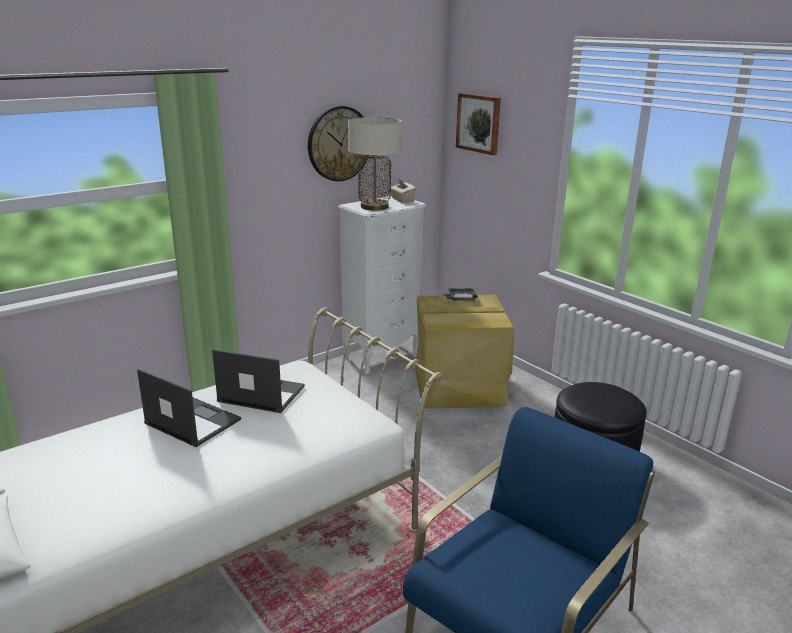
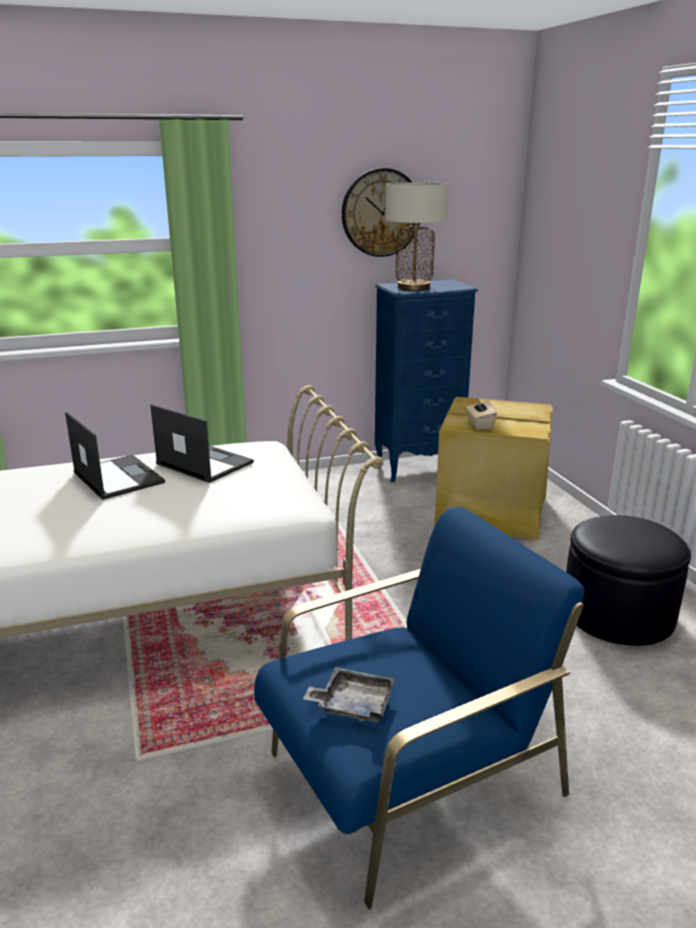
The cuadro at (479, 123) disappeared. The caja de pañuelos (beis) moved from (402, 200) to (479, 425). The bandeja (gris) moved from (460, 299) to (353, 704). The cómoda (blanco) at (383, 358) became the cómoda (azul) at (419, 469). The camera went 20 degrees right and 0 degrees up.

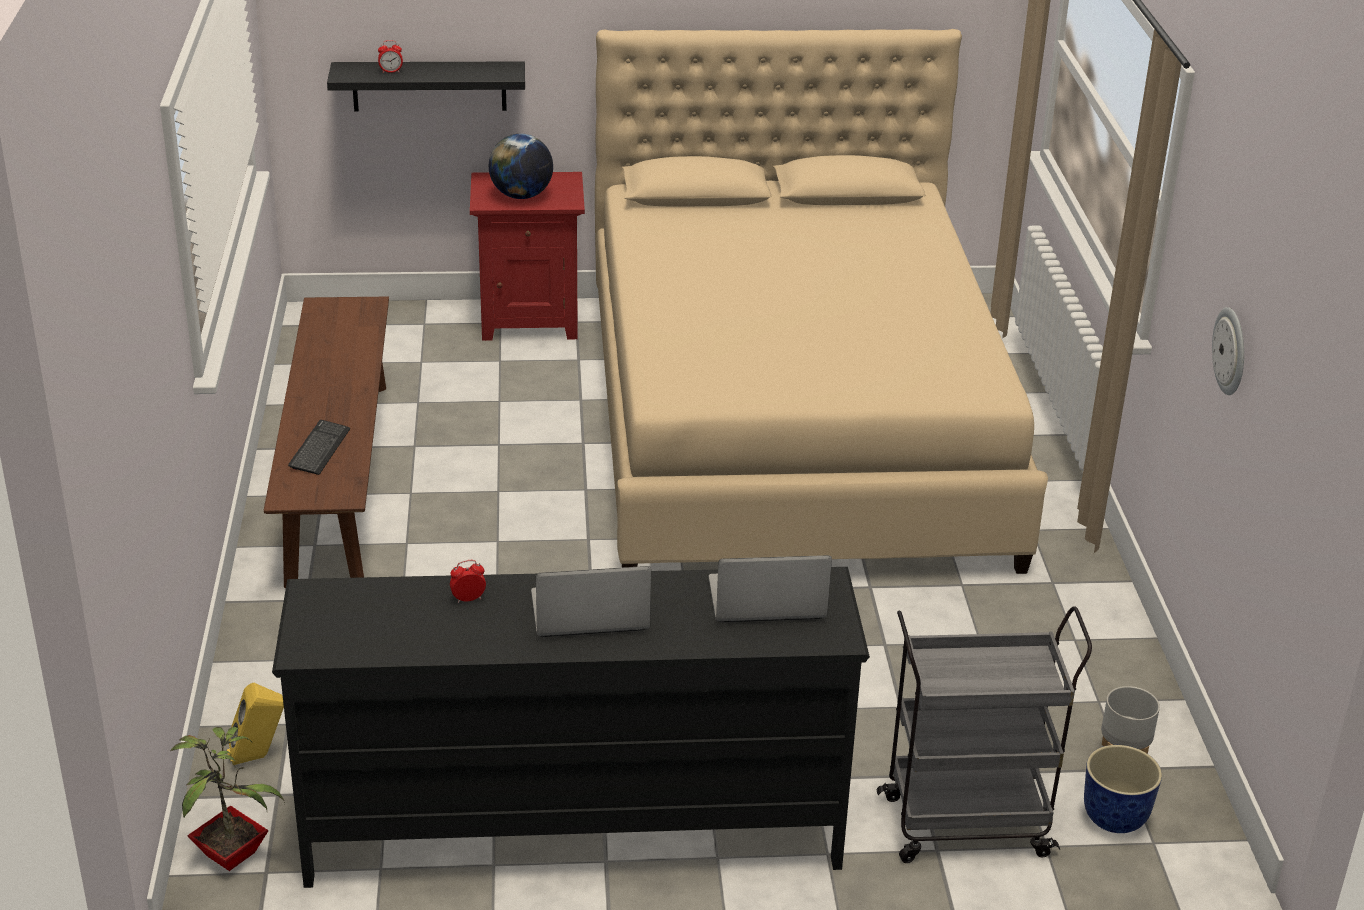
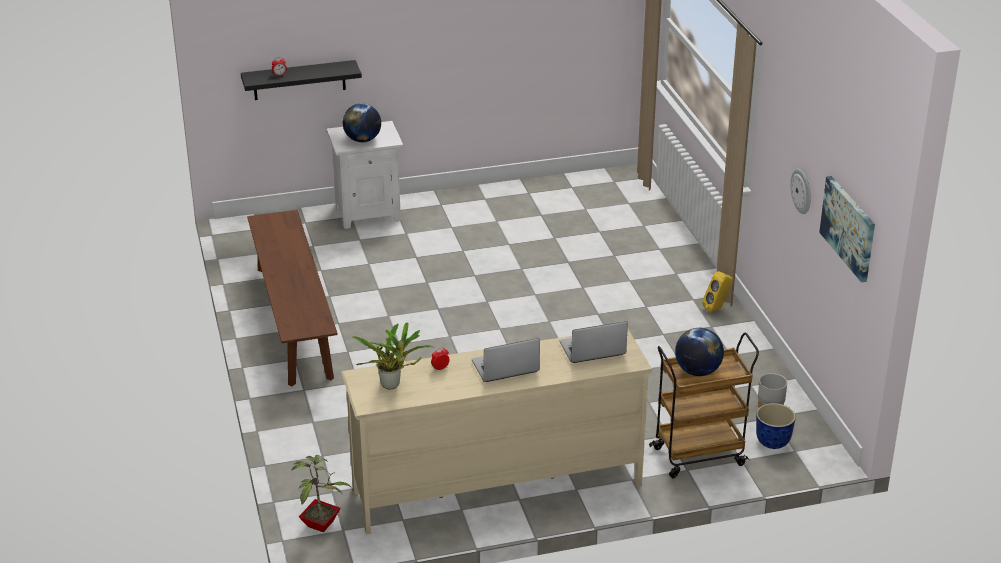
The teclado at (319, 449) disappeared. The cama (beis) at (792, 423) disappeared. The planta en maceta at (393, 385) appeared. The globo terráqueo at (697, 371) appeared. The cuadro at (848, 228) appeared. The altavoz (amarillo) moved from (259, 757) to (717, 308). The cómoda (negro) at (573, 830) became the cómoda (beis) at (497, 487). The mesita de noche (rojo) at (531, 322) became the mesita de noche (blanco) at (369, 214). The carrito (gris) at (964, 826) became the carrito (marrón) at (697, 456). The camera went 10 degrees left and 0 degrees up.

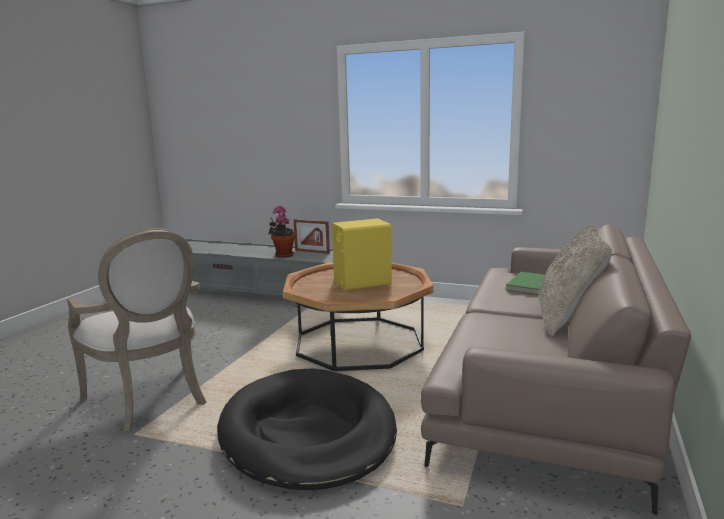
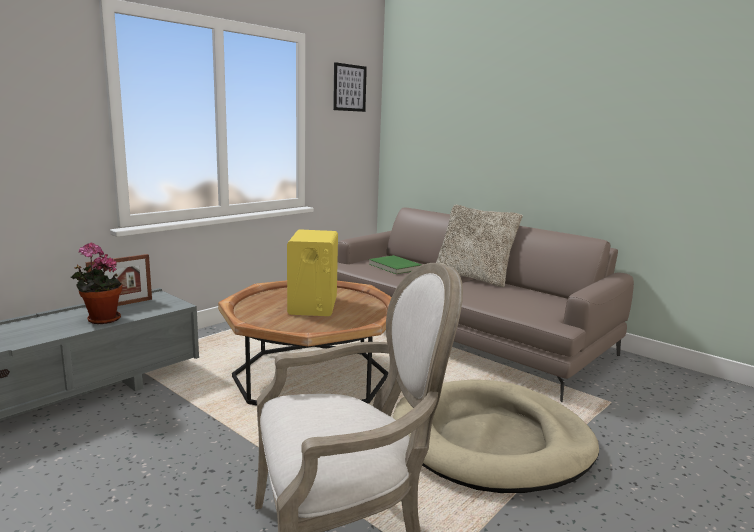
The cuadro at (349, 88) appeared. The cama para perro (negro) at (308, 433) became the cama para perro (beis) at (491, 441). The camera went 70 degrees left and 0 degrees up.

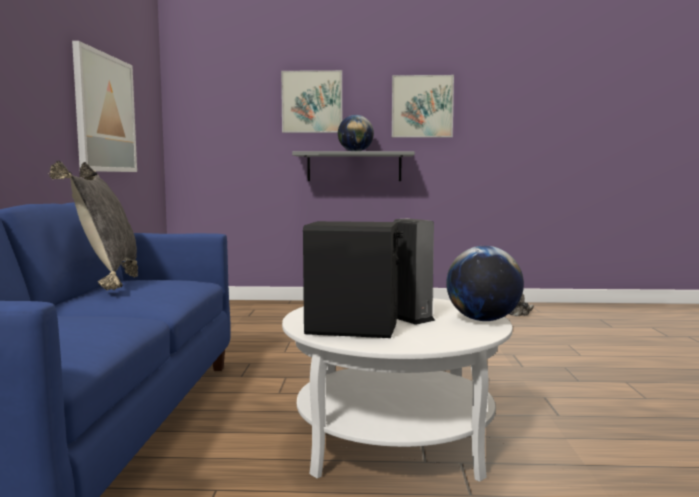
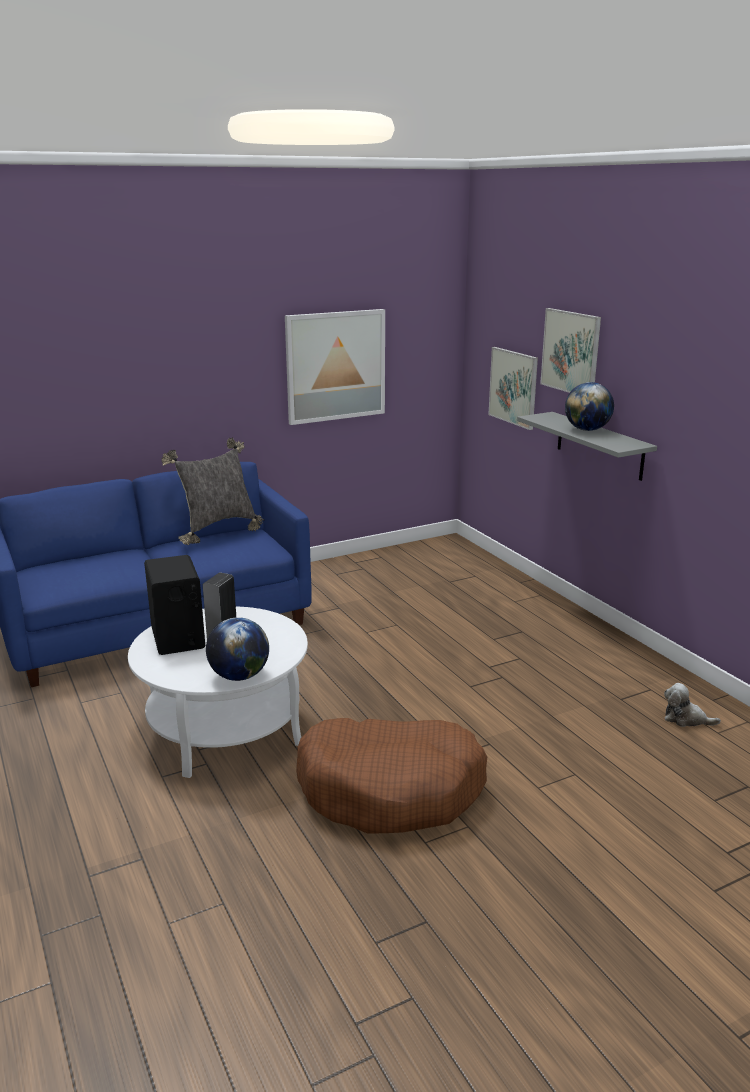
The cama para perro (marrón) at (391, 789) appeared. The cuadro moved from (422, 106) to (513, 387). The camera went 60 degrees right and 15 degrees up.

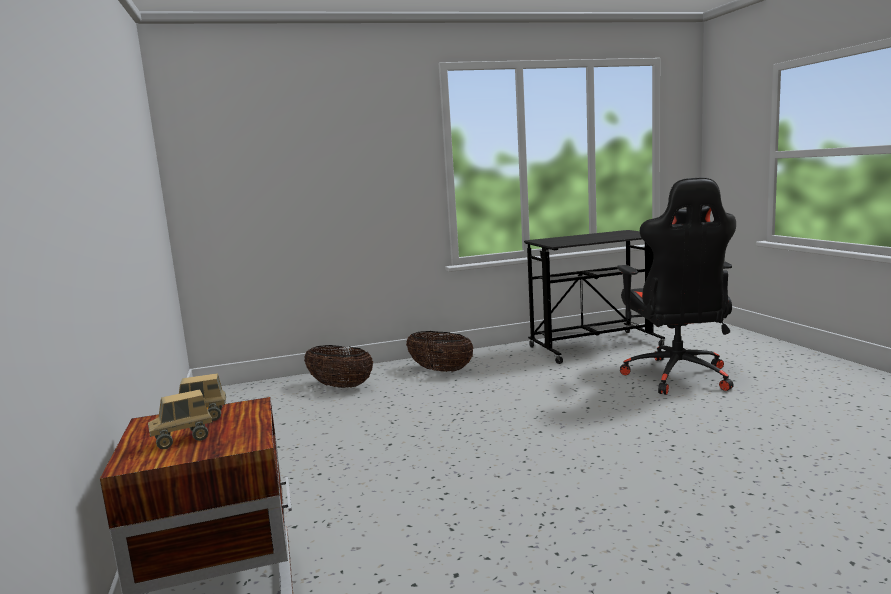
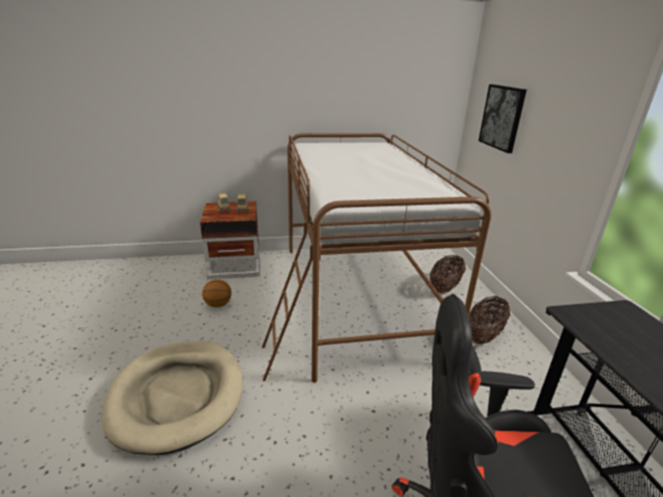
The cama para perro (beis) at (177, 396) appeared. The balón de baloncesto at (218, 304) appeared. The cama (marrón) at (354, 299) appeared. The cuadro at (502, 117) appeared. The camera went 95 degrees right and 15 degrees up.

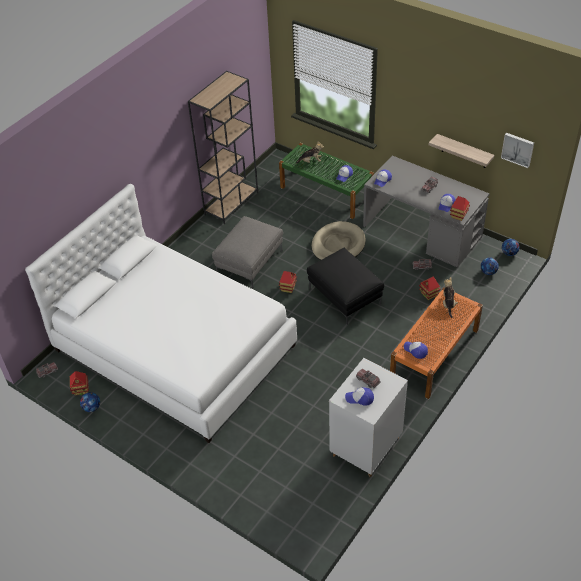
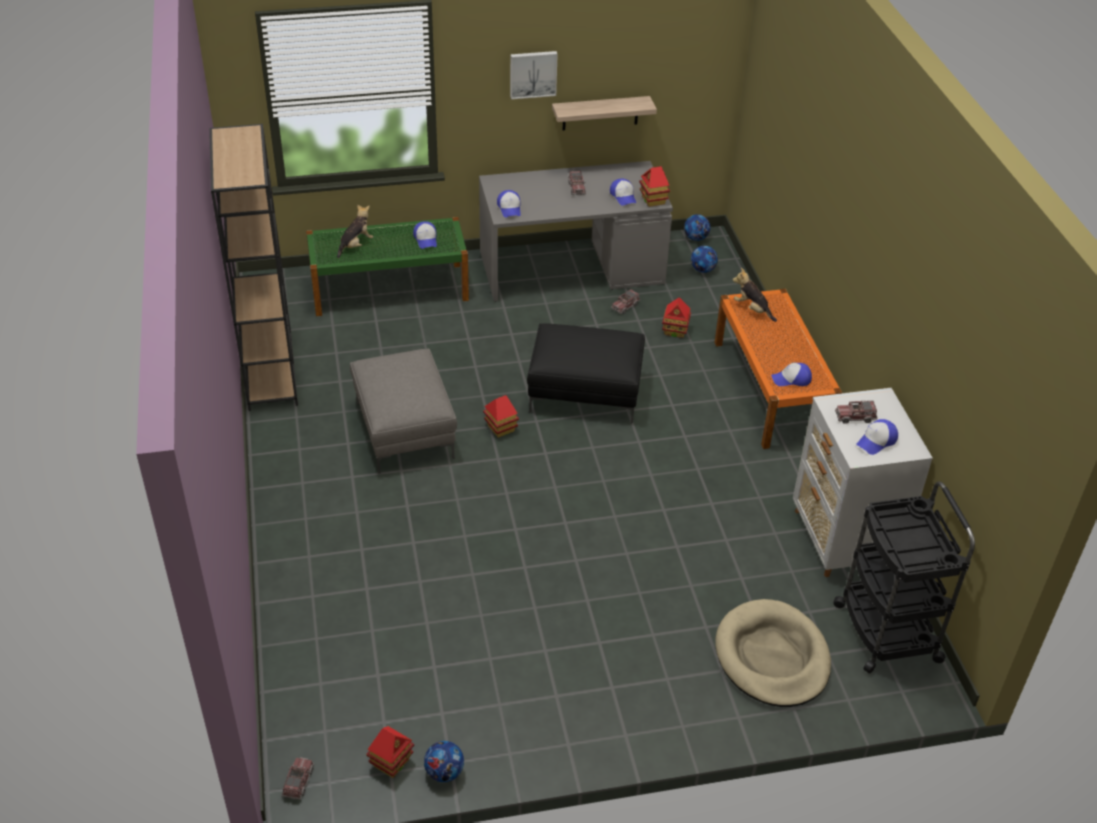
The cama (blanco) at (175, 347) disappeared. The carrito (negro) at (886, 632) appeared. The cama para perro (beis) moved from (338, 245) to (772, 657). The cuadro moved from (518, 149) to (533, 74). The camera went 50 degrees left and 5 degrees down.

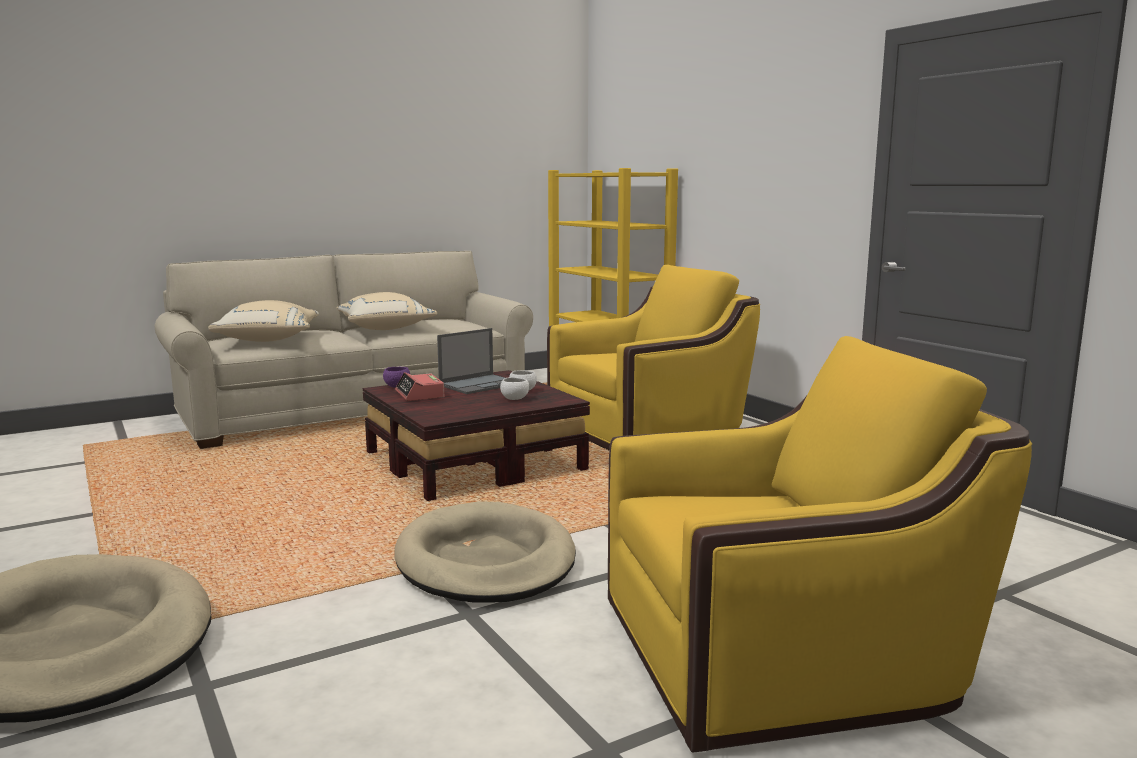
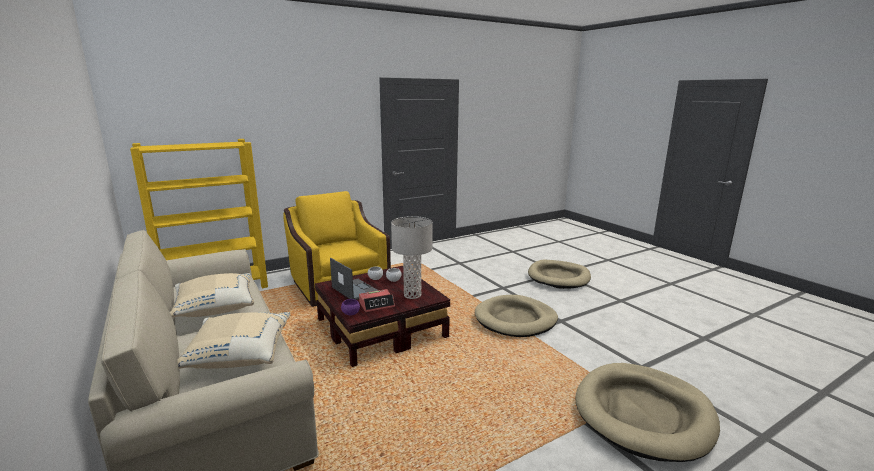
The lámpara de mesa (blanco) at (412, 295) appeared. The sillón (amarillo) at (789, 652) was replaced by the cama para perro (beis) at (558, 277). The camera went 90 degrees left and 5 degrees up.

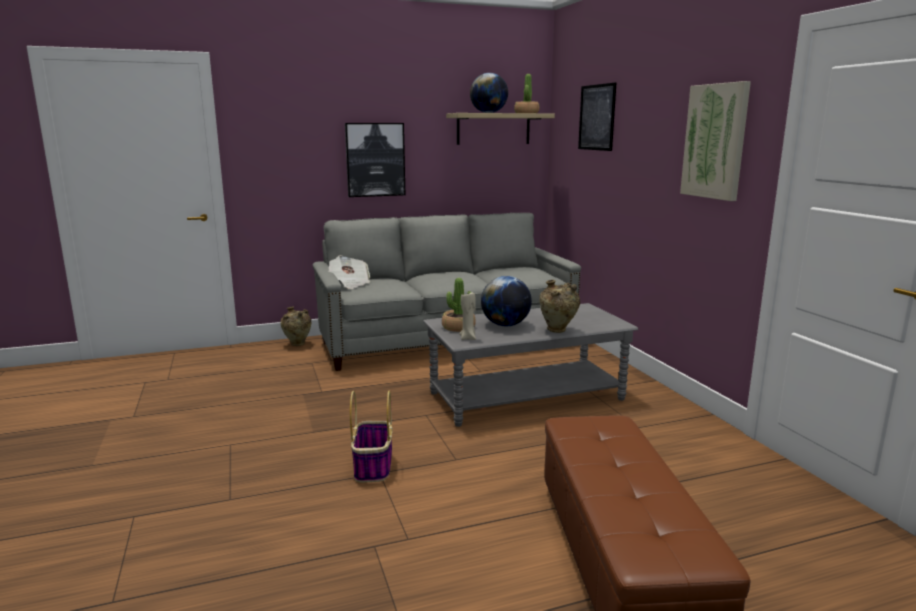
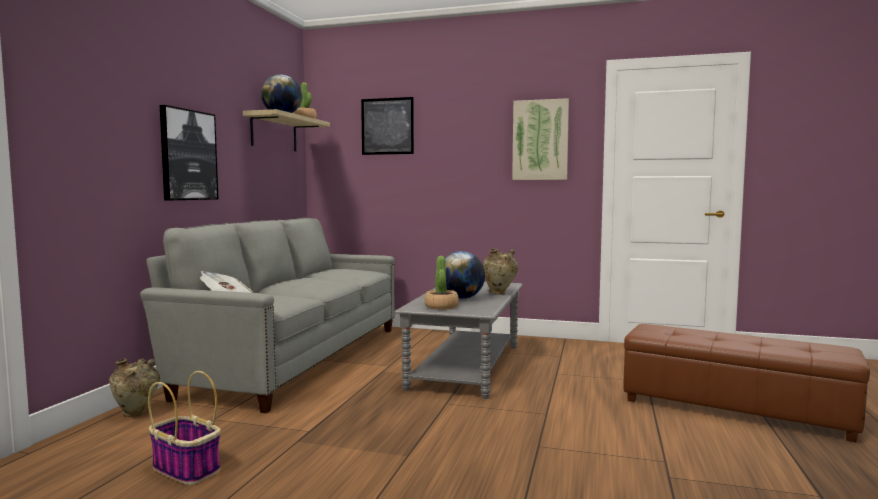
The vela (beis) at (468, 338) disappeared. The cesta moved from (373, 467) to (187, 469). The camera went 55 degrees left and 10 degrees down.

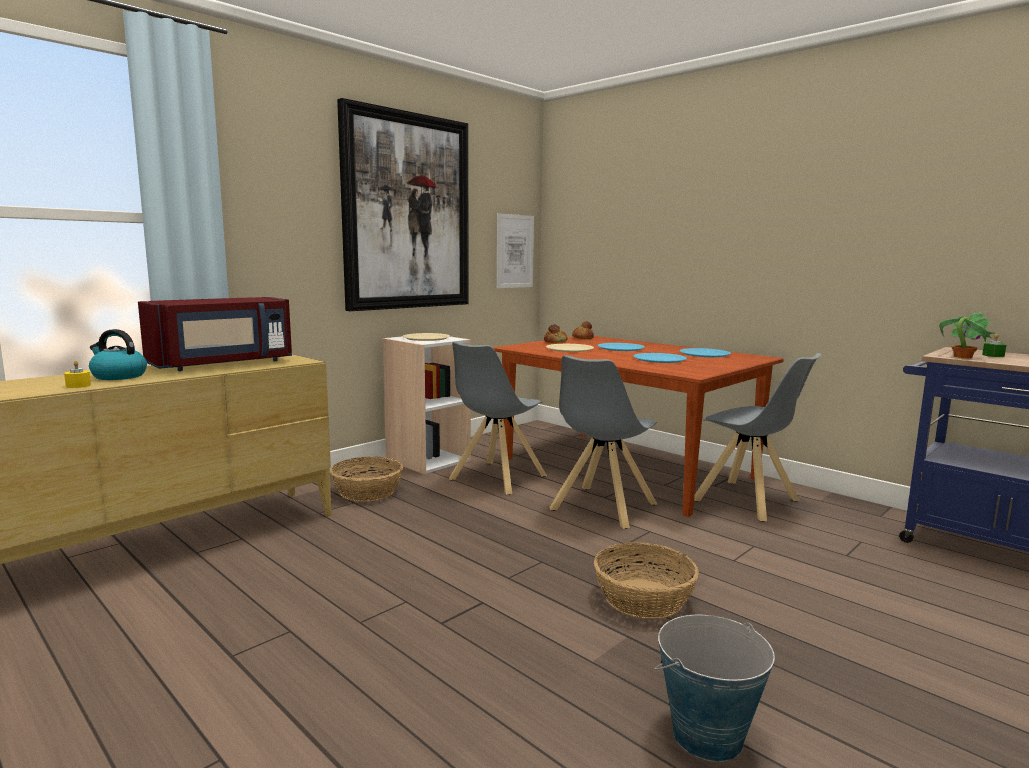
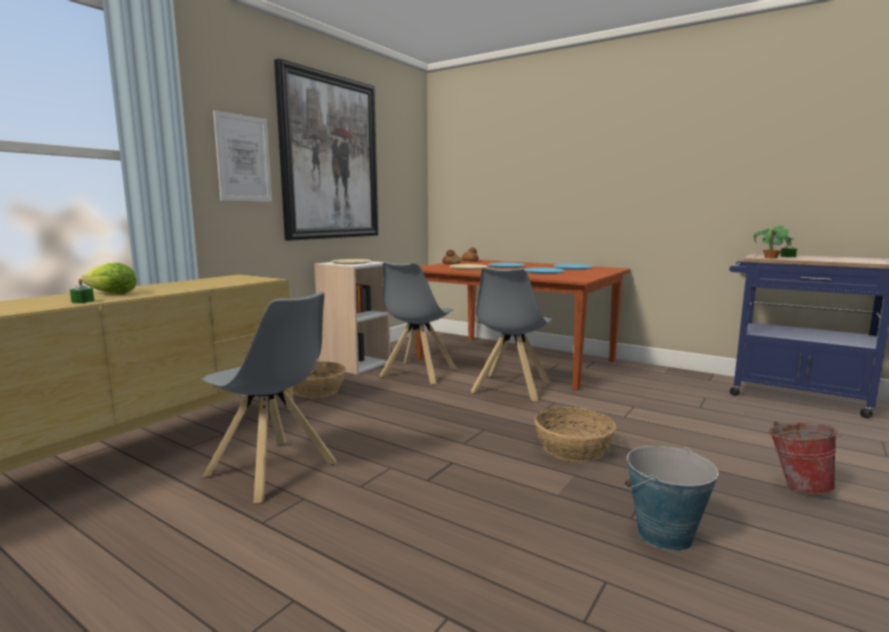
The microondas (rojo) at (223, 364) disappeared. The cubo at (797, 485) appeared. The cuadro moved from (515, 251) to (243, 158). The silla (gris) moved from (748, 501) to (273, 470). The hervidor at (118, 376) was replaced by the lechuga at (112, 294). The vela (amarillo) at (78, 385) became the vela (verde) at (83, 301). The camera went 10 degrees left and 0 degrees up.

